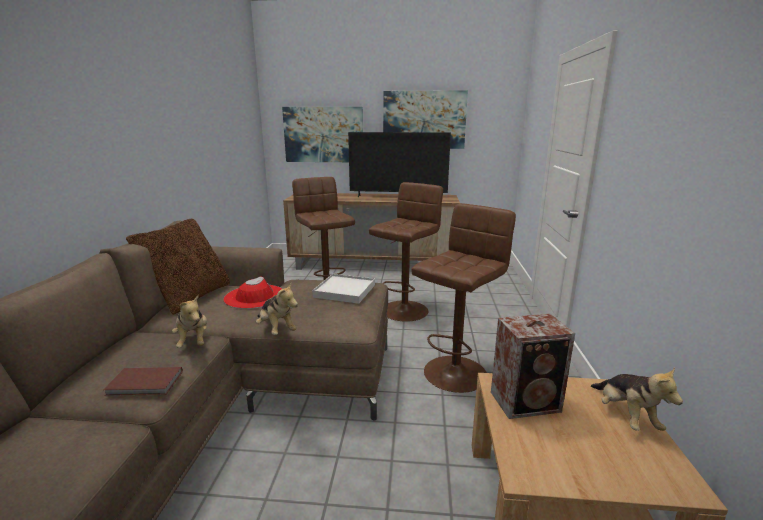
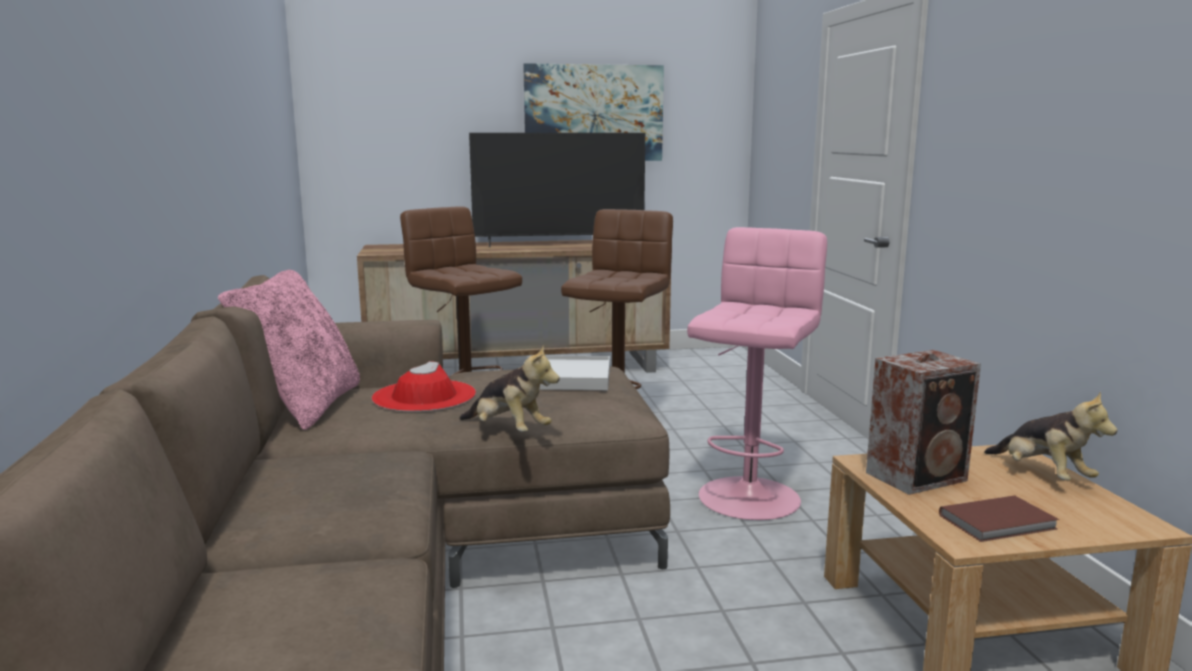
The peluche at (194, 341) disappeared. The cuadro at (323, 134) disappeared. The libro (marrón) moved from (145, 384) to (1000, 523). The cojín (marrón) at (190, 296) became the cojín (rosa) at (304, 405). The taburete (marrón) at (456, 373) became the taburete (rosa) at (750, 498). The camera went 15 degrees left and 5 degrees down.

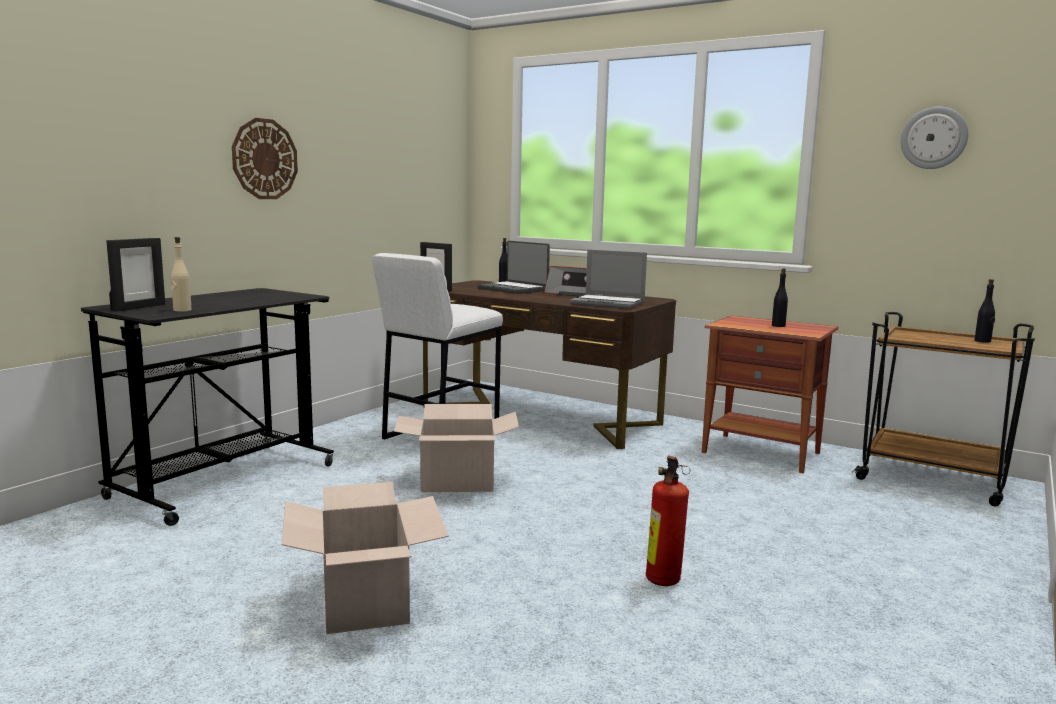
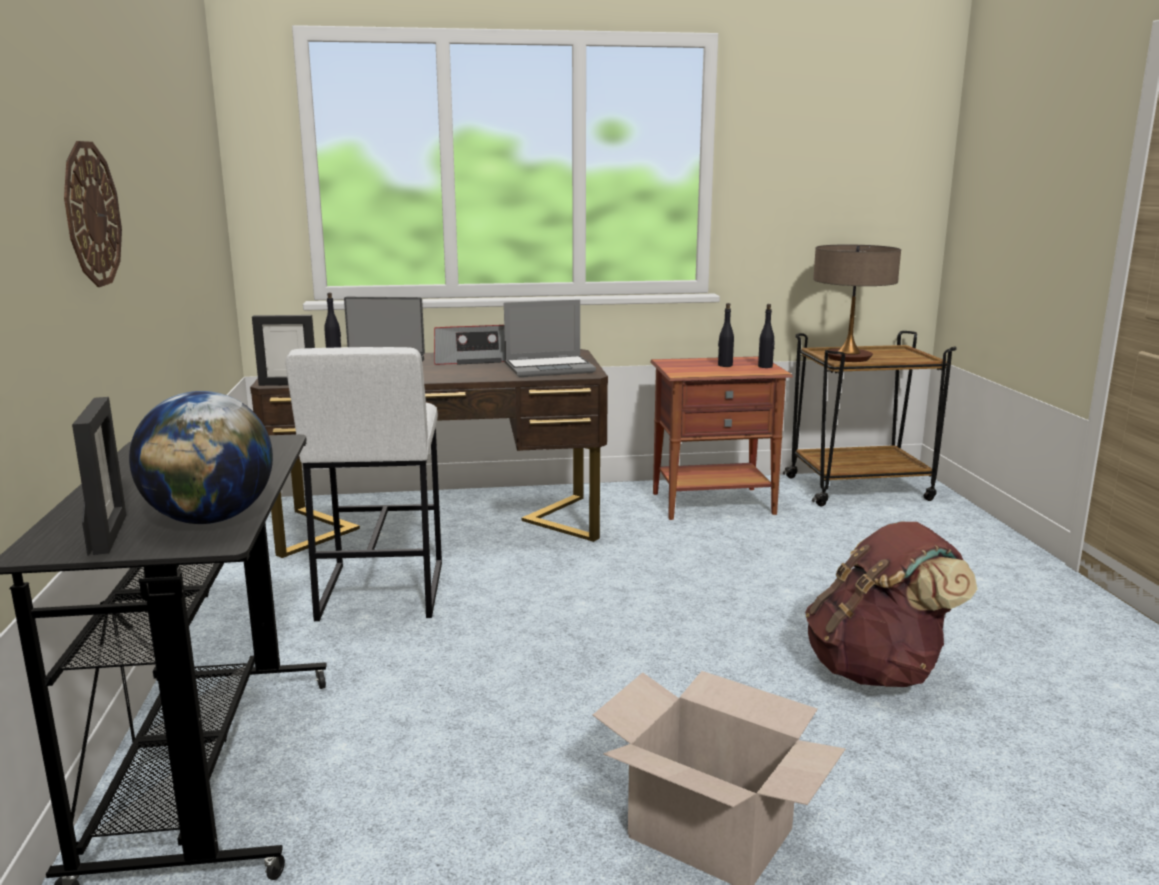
The caja de cartón at (457, 481) disappeared. The reloj de pared at (933, 138) disappeared. The lámpara de mesa at (848, 358) appeared. The botella (negro) moved from (982, 341) to (765, 366). The botella (beis) at (182, 310) was replaced by the globo terráqueo at (210, 519). The extintor at (662, 582) was replaced by the mochila (marrón) at (878, 671). The camera went 40 degrees left and 5 degrees up.

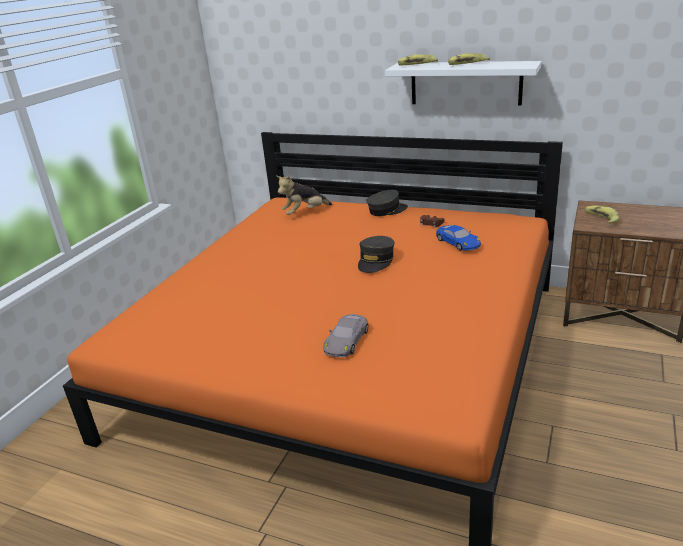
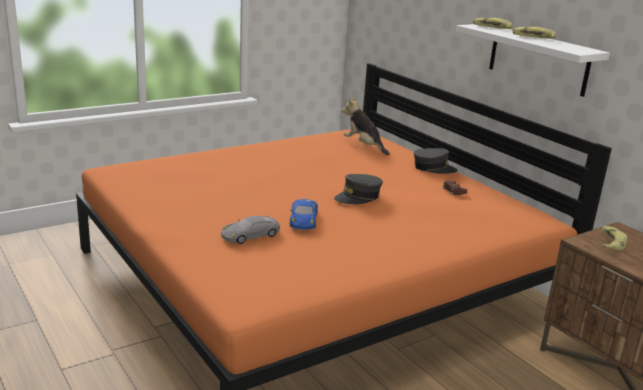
The coche de juguete (azul) moved from (457, 242) to (303, 219). The peluche at (305, 213) turned 45 degrees clockwise. The camera went 30 degrees right and 5 degrees down.

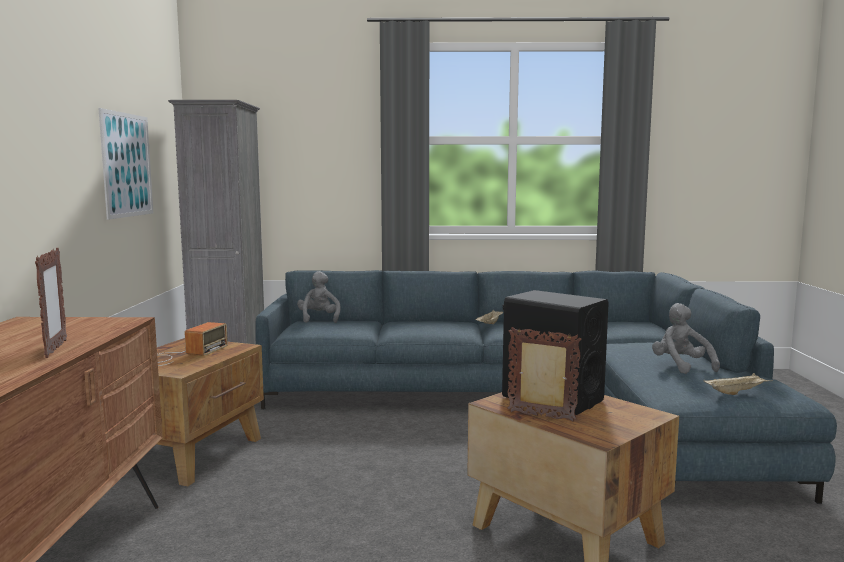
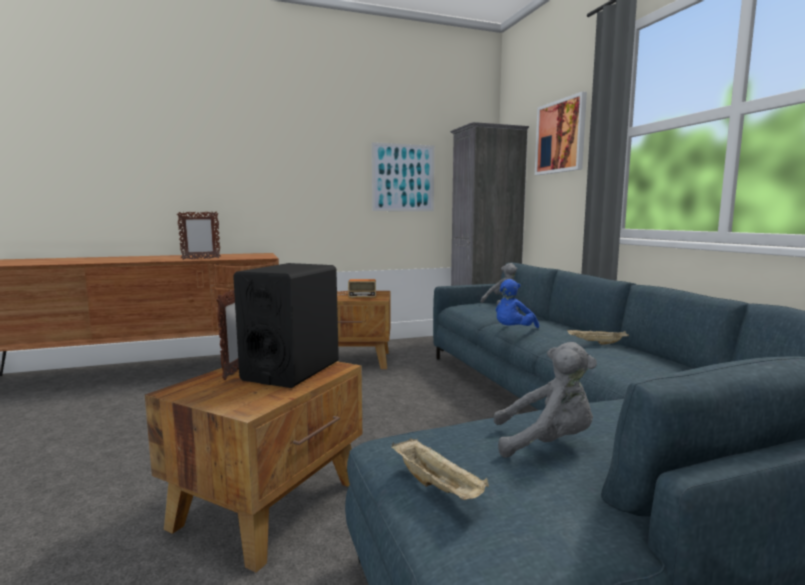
The peluche (azul) at (513, 331) appeared. The cuadro at (560, 136) appeared. The peluche (gris) at (681, 366) turned 45 degrees clockwise. The camera went 70 degrees right and 0 degrees up.

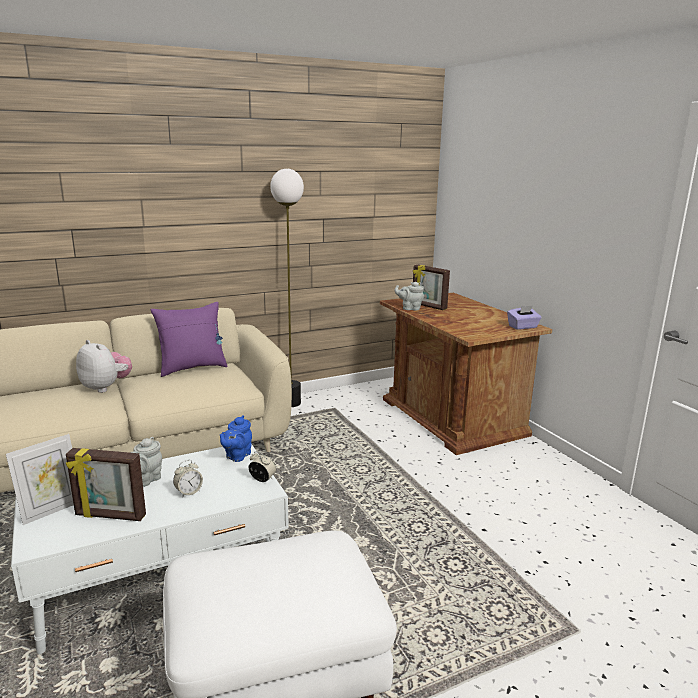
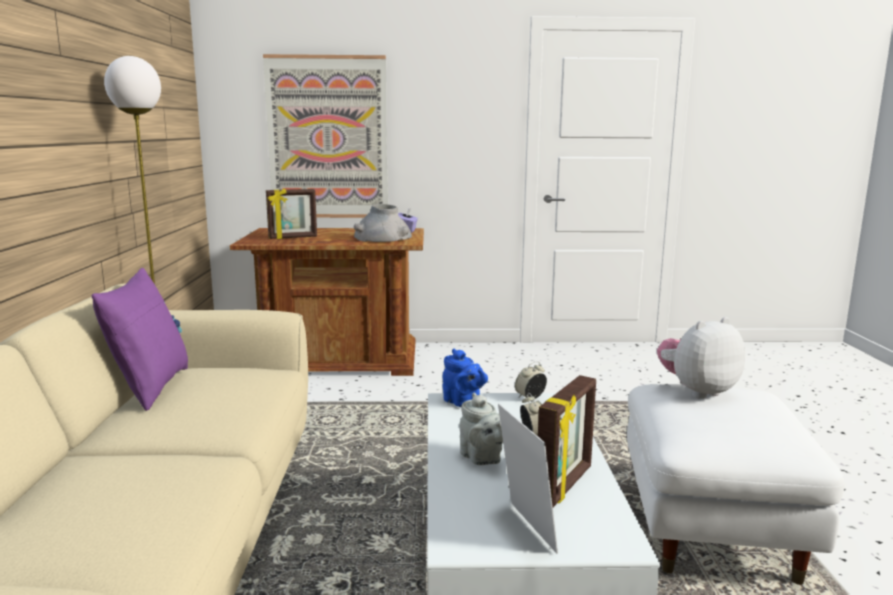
The tetera (gris) at (410, 308) disappeared. The cuadro at (327, 138) appeared. The florero (gris) at (383, 238) appeared. The peluche moved from (106, 387) to (697, 391). The camera went 65 degrees left and 5 degrees down.

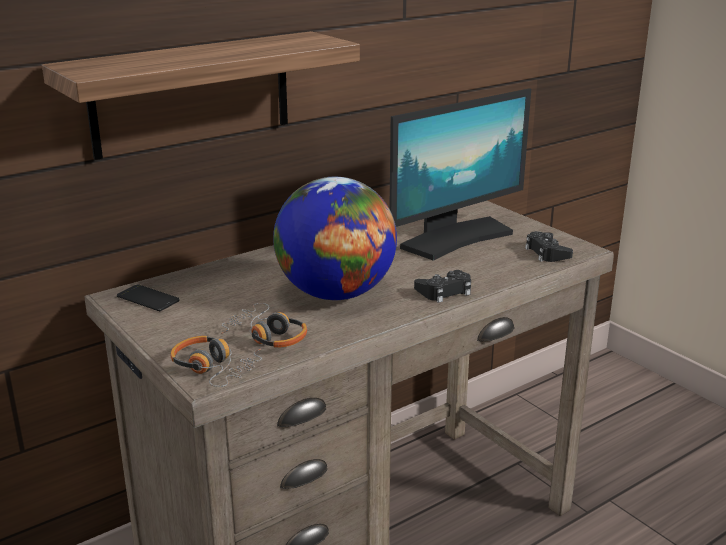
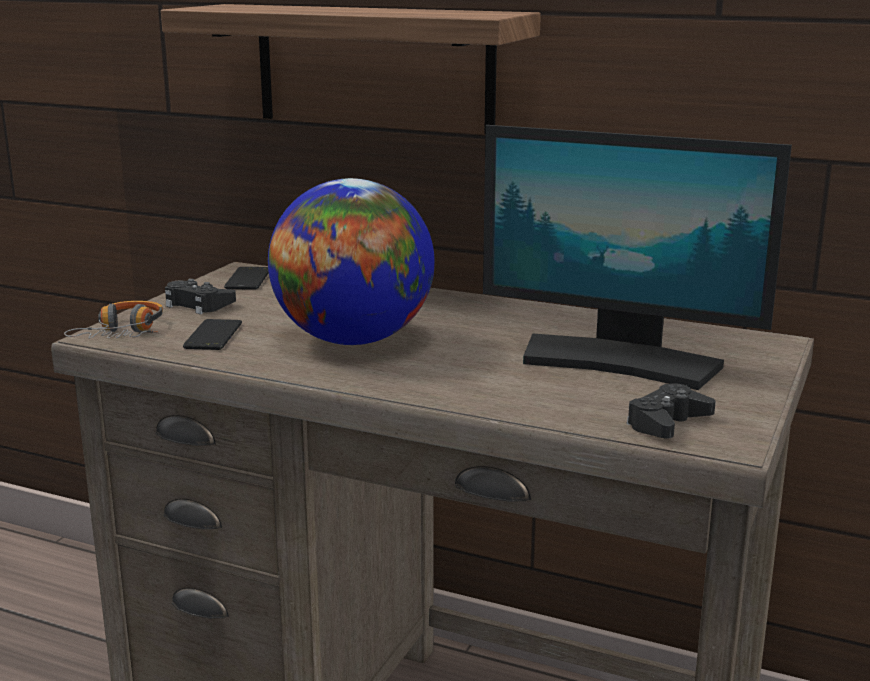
The mando de consola (negro) moved from (445, 291) to (198, 304). The auriculares at (266, 336) was replaced by the móvil at (213, 336). The camera went 60 degrees right and 5 degrees down.

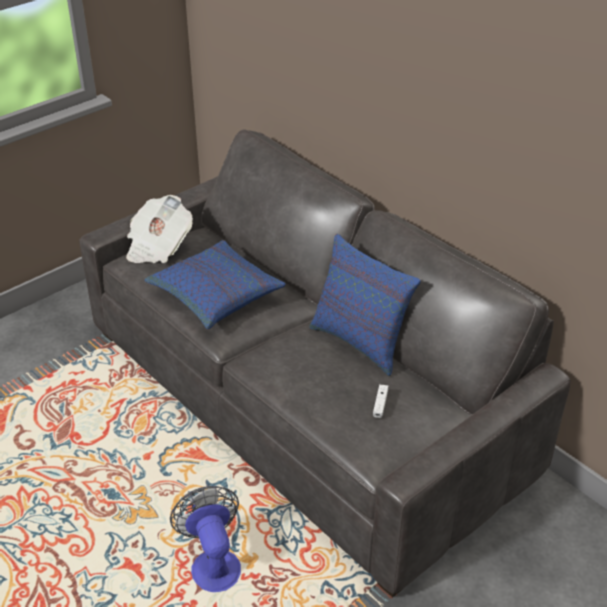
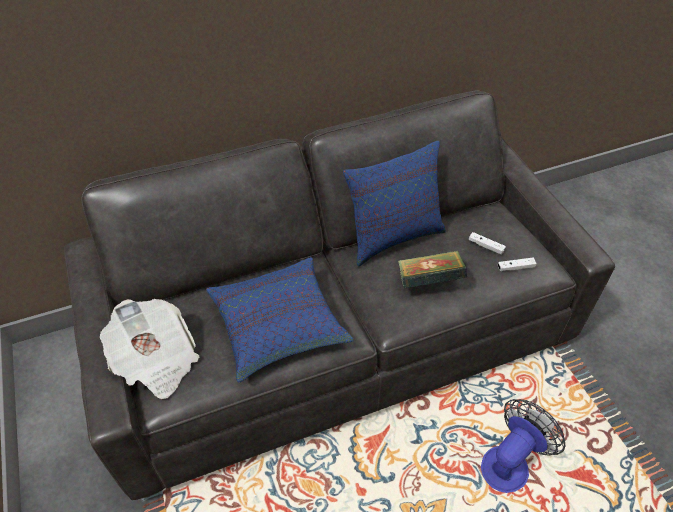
The libro at (428, 282) appeared. The mando de consola (blanco) at (515, 267) appeared. The ventilador at (213, 562) turned 135 degrees clockwise. The camera went 70 degrees left and 10 degrees up.

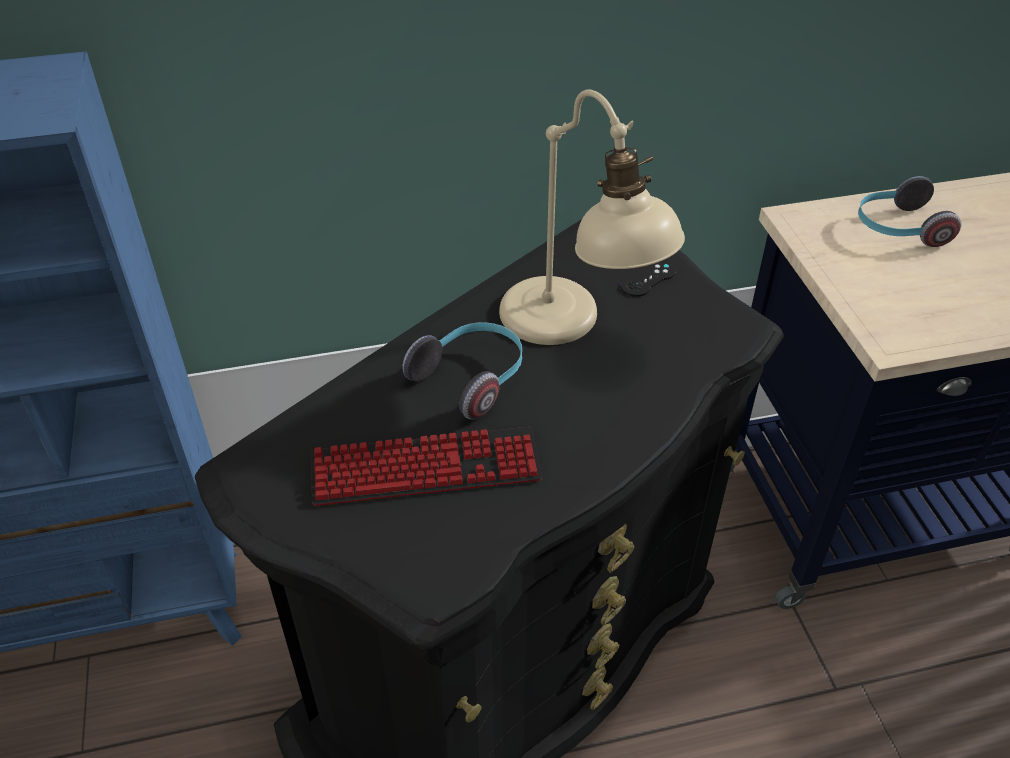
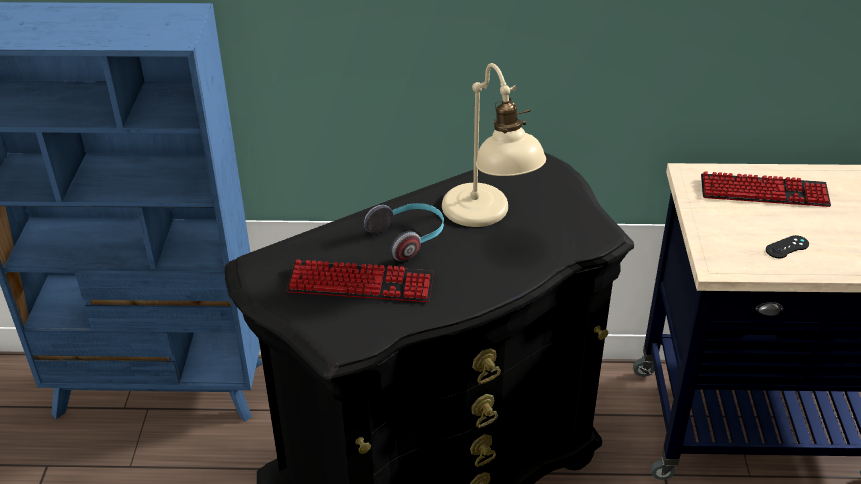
The mando de consola (negro) moved from (648, 278) to (787, 247). The auriculares at (898, 229) was replaced by the teclado at (764, 192). The camera went 15 degrees right and 5 degrees down.

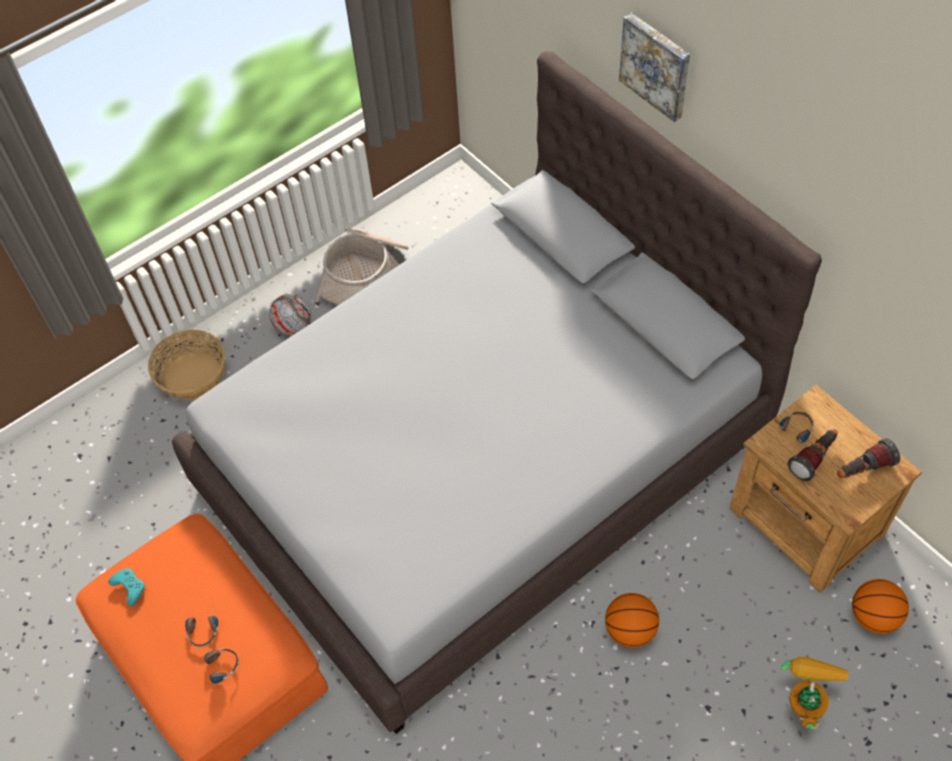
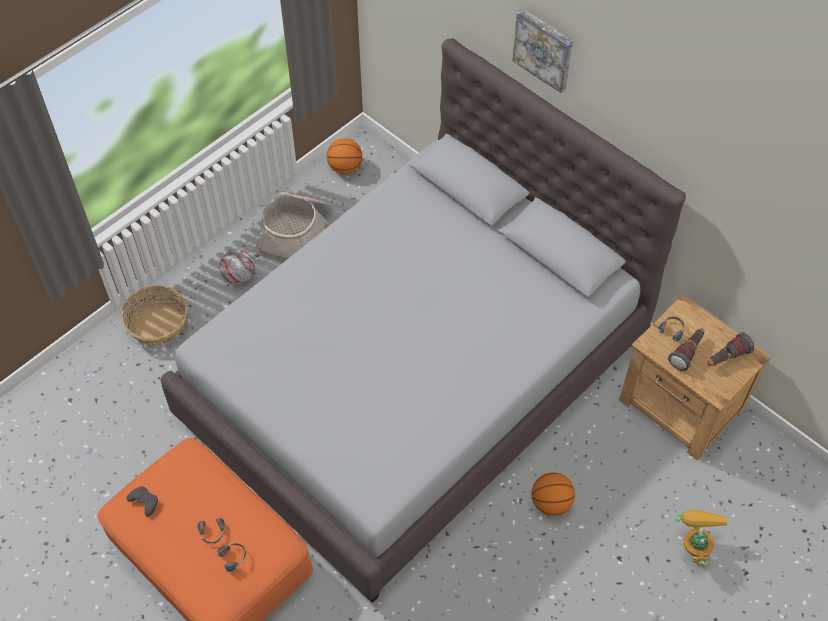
The balón de baloncesto moved from (873, 616) to (345, 168). The mando de consola (turquesa) at (129, 587) became the mando de consola (gris) at (144, 501). The camera went 10 degrees left and 0 degrees up.

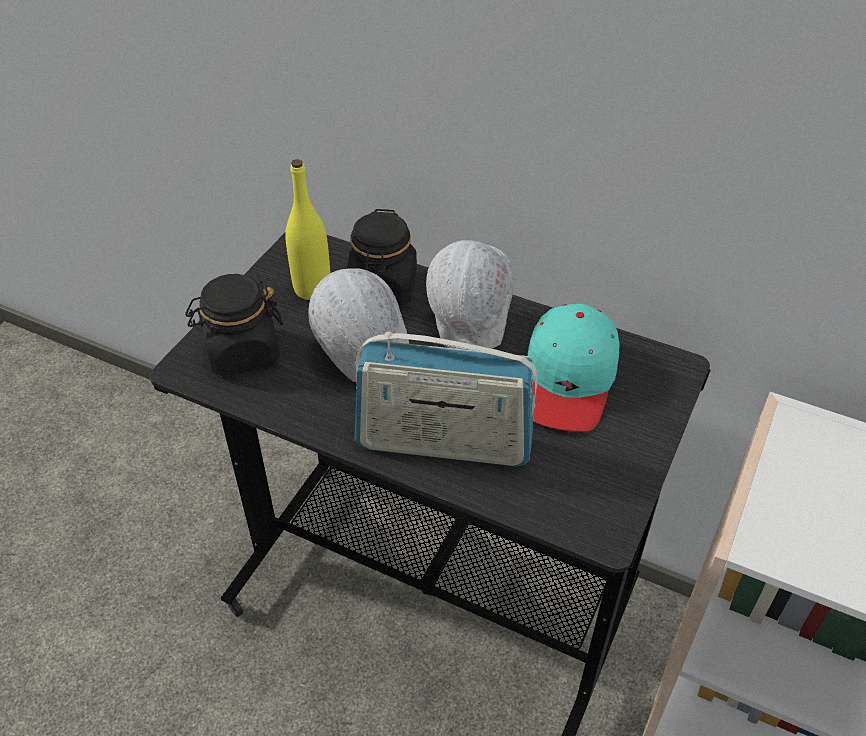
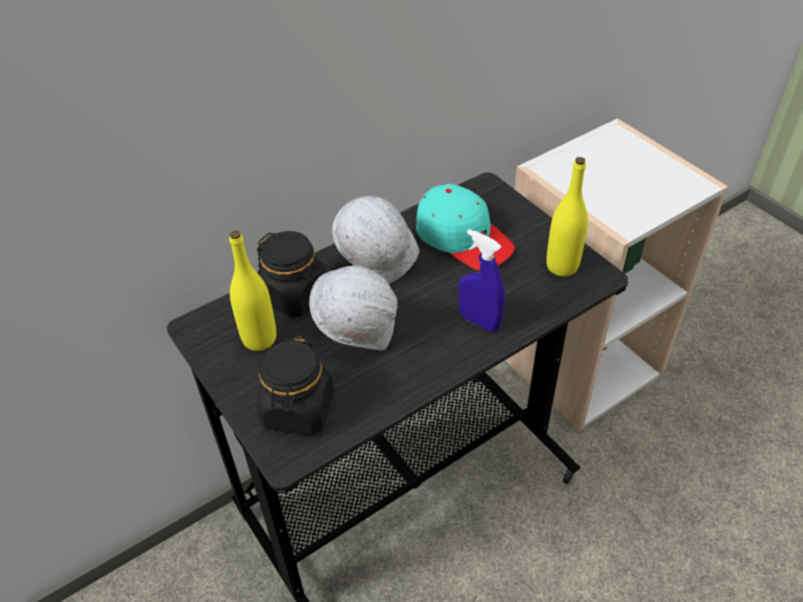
The botella (amarillo) at (562, 266) appeared. The radio at (444, 443) was replaced by the pulverizador (azul) at (479, 321). The camera went 60 degrees left and 0 degrees up.

